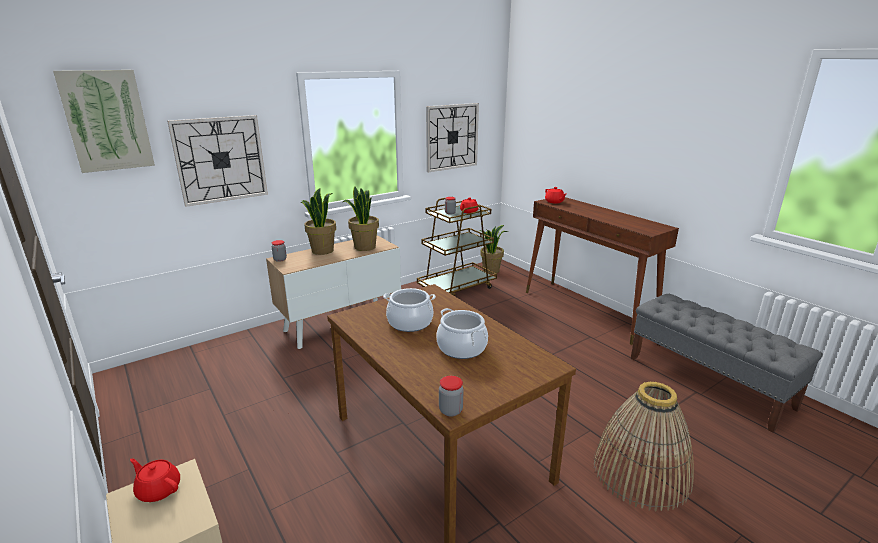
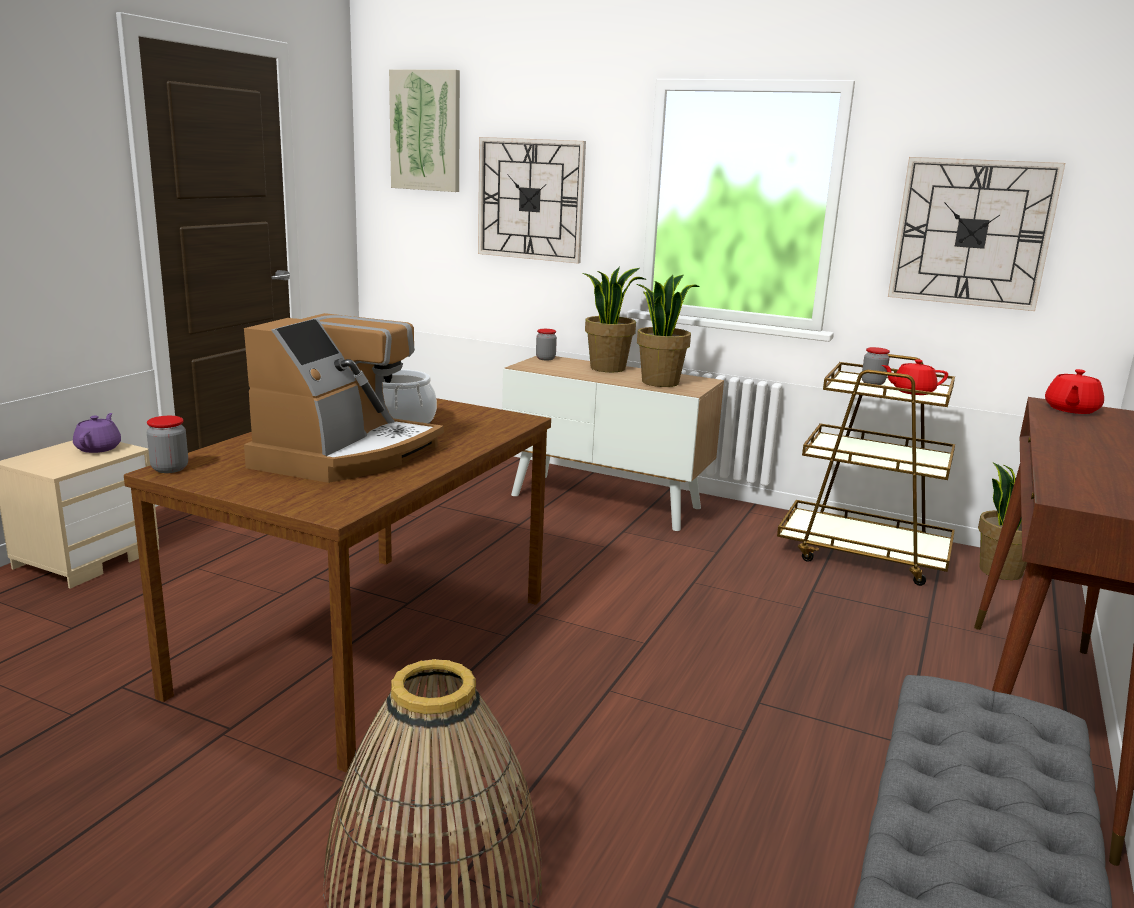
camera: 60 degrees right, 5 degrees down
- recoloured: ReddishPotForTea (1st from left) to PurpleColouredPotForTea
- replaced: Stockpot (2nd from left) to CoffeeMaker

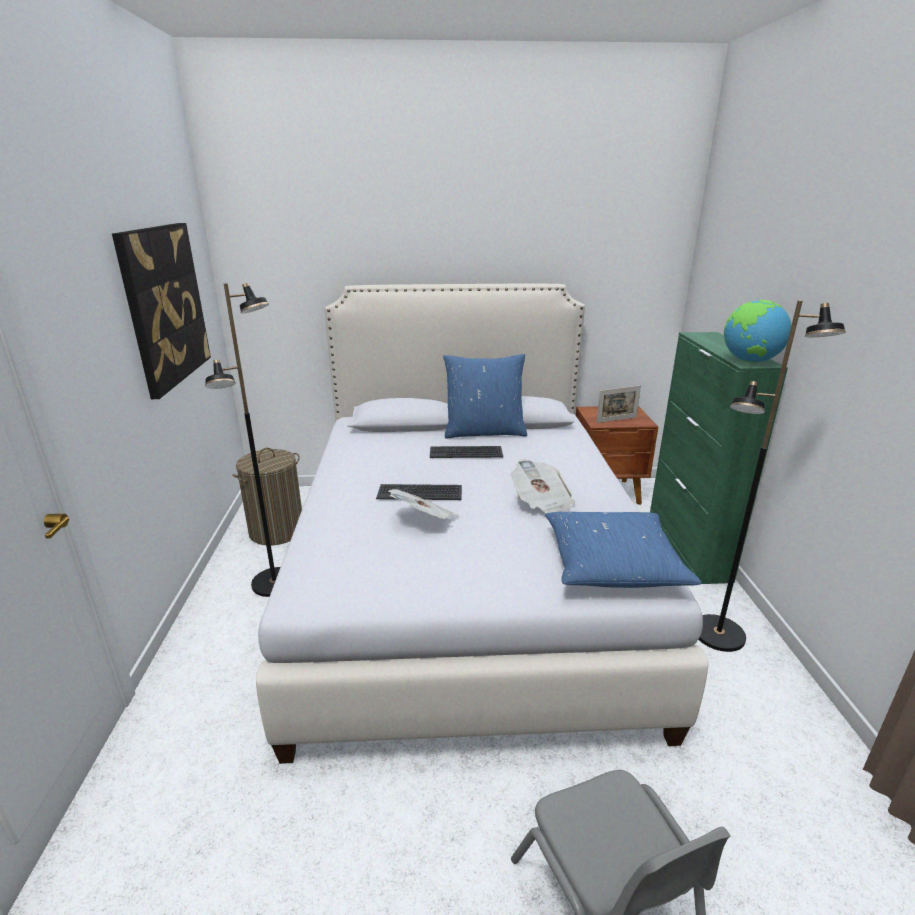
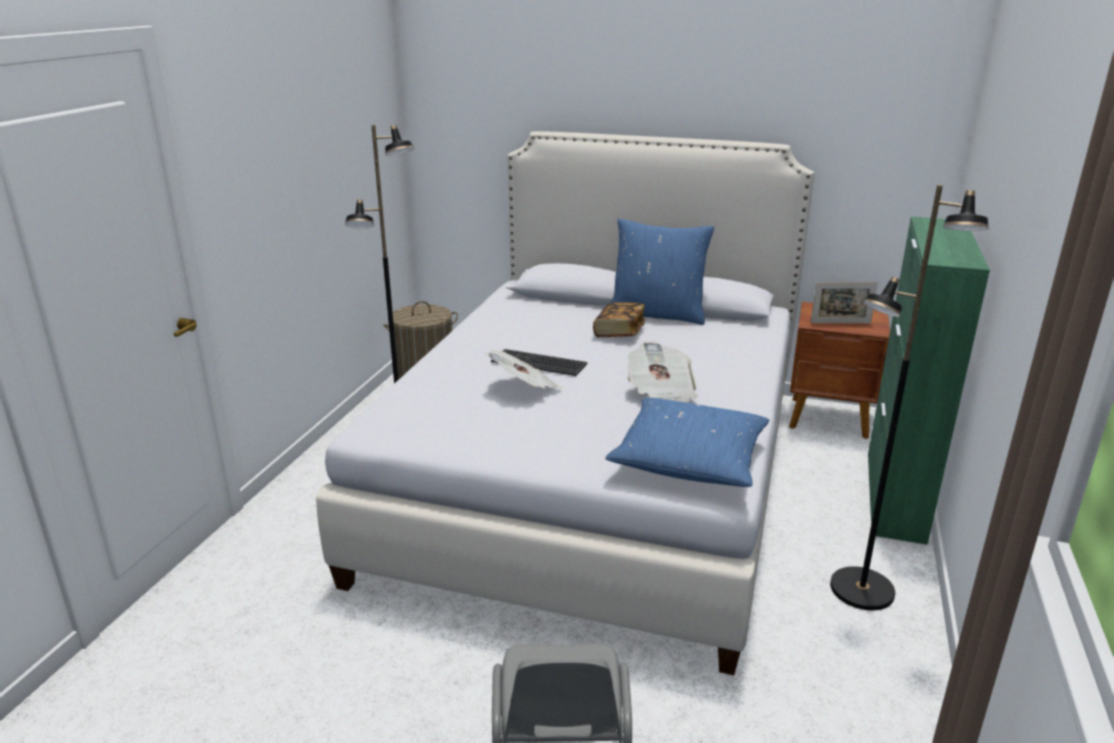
camera: 20 degrees right, 0 degrees up
- replaced: ComputerKeyboard (2nd from left) to Book
- removed: WallArt
- removed: DeskGlobe

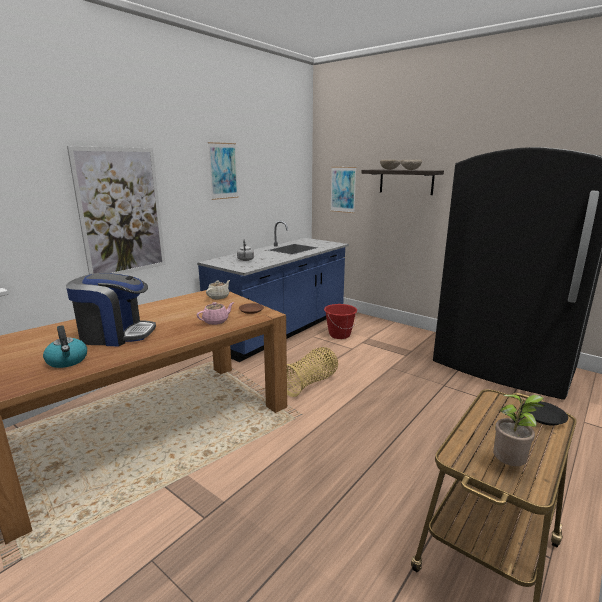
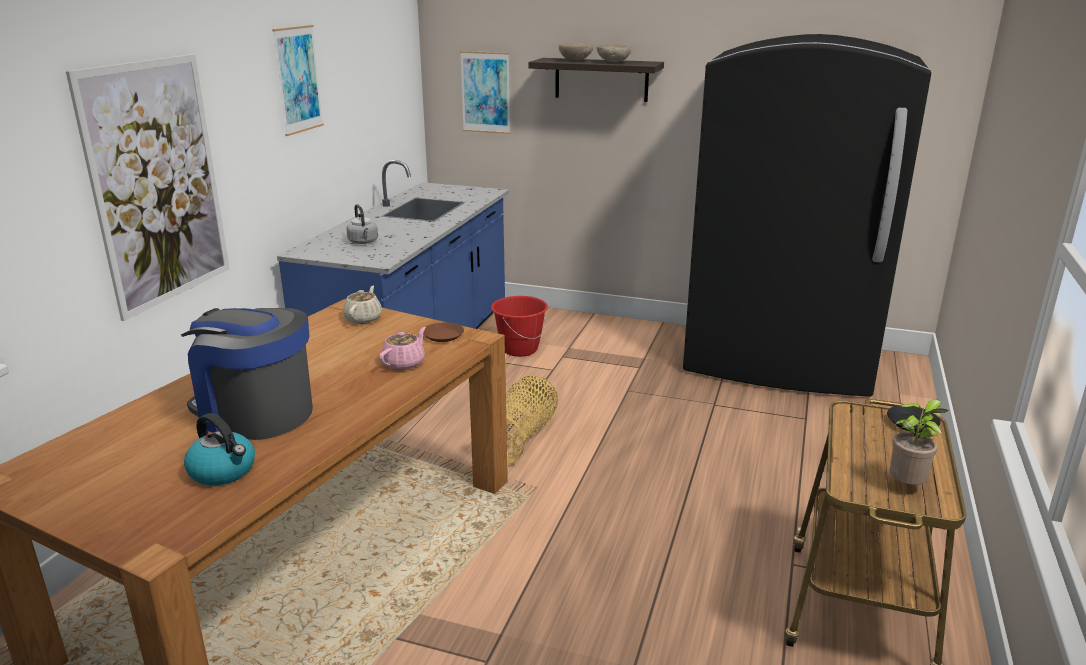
camera: 20 degrees left, 5 degrees up
- turned: CoffeeMaker 135 degrees counterclockwise

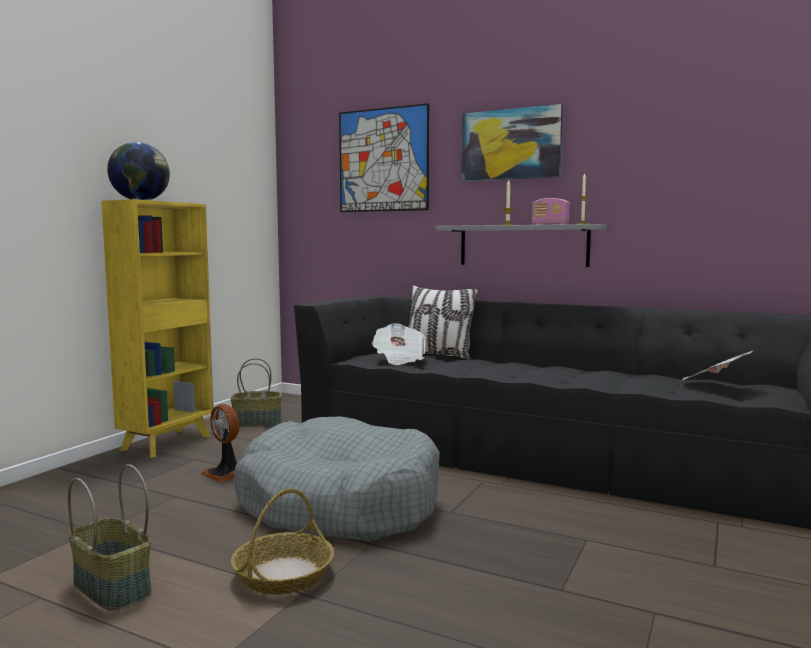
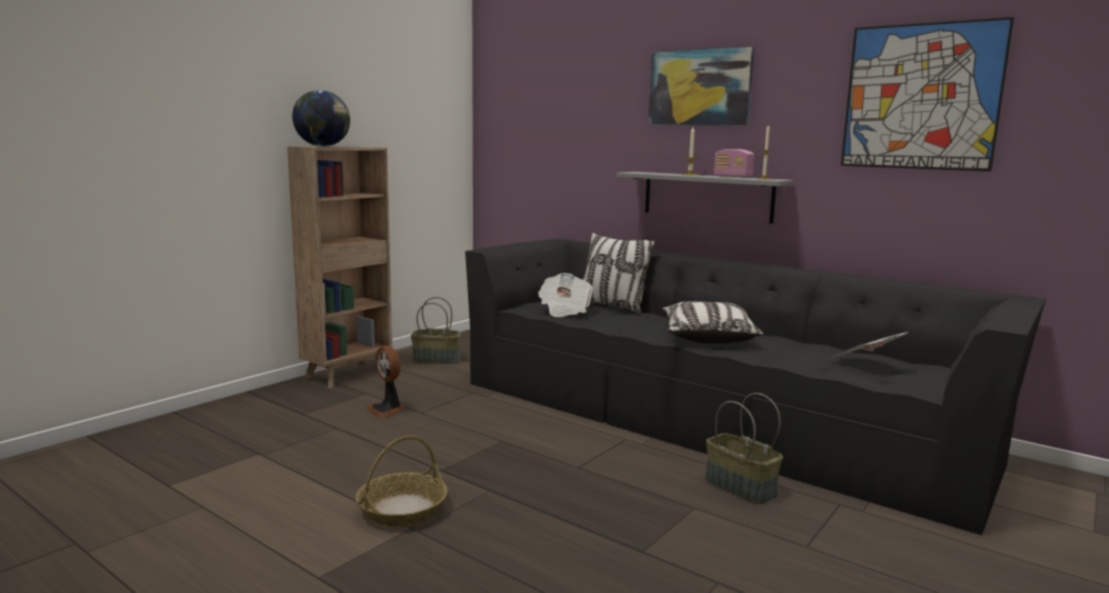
camera: 10 degrees right, 5 degrees up
- recoloured: YellowishBookcase to BrownColouredBookcase
- added: Cushion (2nd from left)
- moved: HouseholdBasket (1st from left in the first image) to HouseholdBasket (3rd from left)
- moved: WallArt (1st from left in the first image) to WallArt (2nd from left)
- removed: GrayDogBed

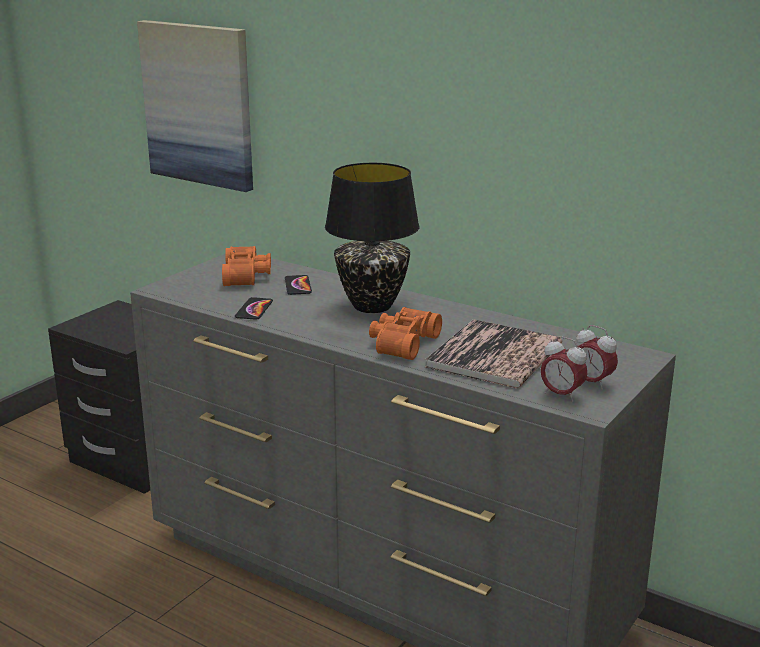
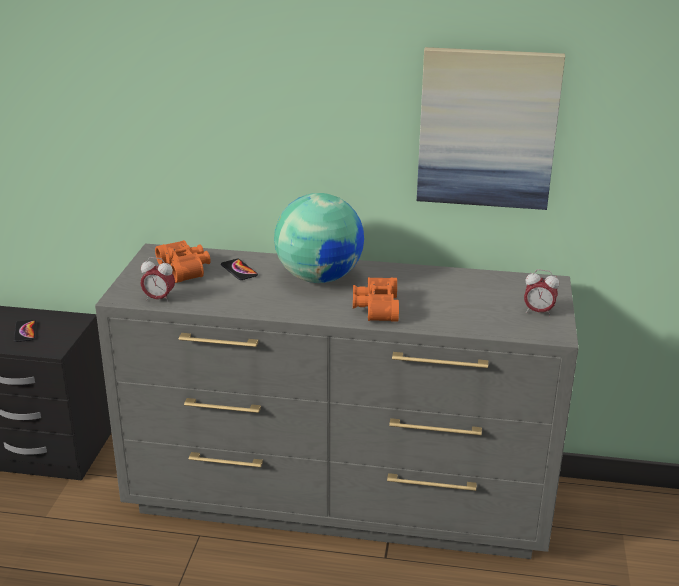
camera: 25 degrees left, 5 degrees up
- moved: Telephone (1st from left)
- moved: AlarmClock (1st from left)
- replaced: BlackishLampForATable to DeskGlobe
- moved: WallArt
- removed: Book

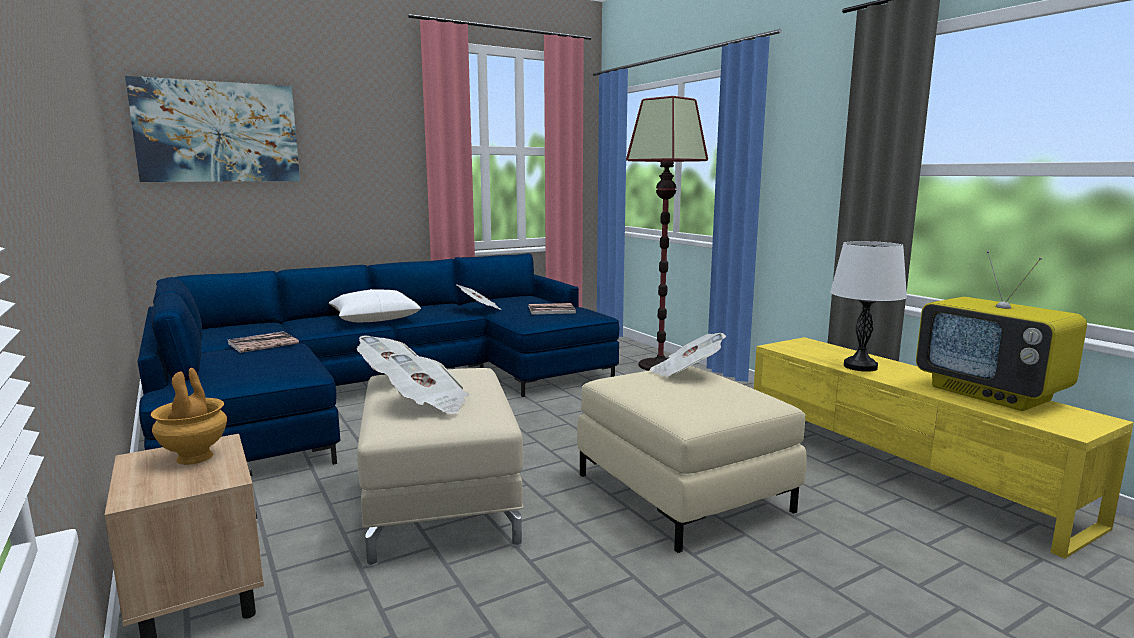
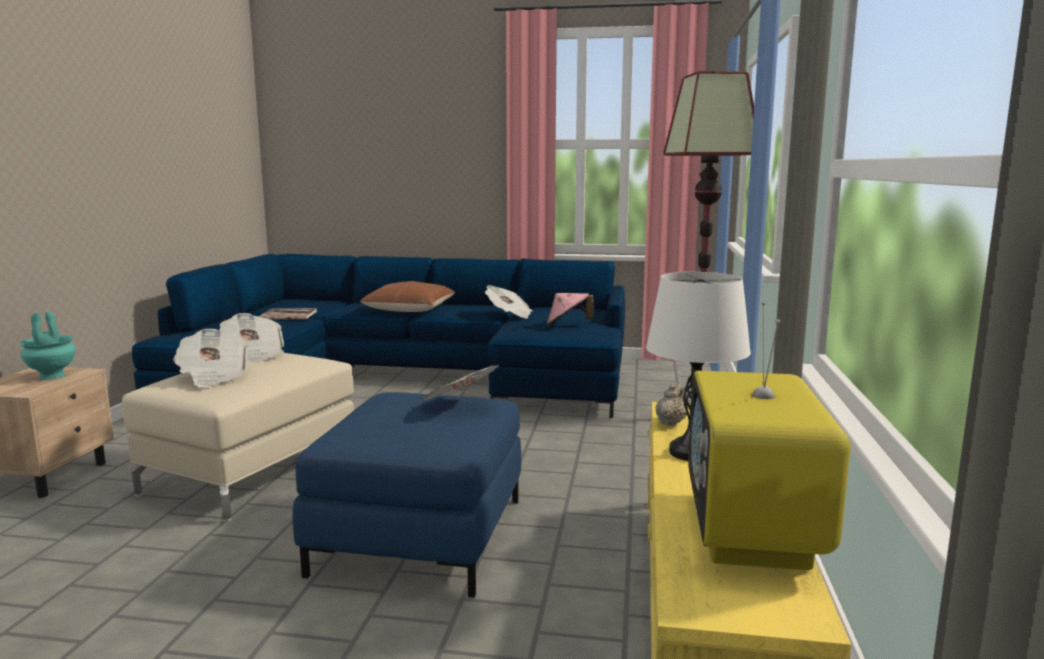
camera: 40 degrees right, 0 degrees up
- recoloured: BrownColouredVase to BlueGreenVase
- recoloured: BeigeColouredPouffe (2nd from left) to BluishPouffe
- recoloured: WhiteCushion to BrownColouredCushion
- replaced: Book (2nd from left) to PinkWearableHat
- added: BeigeColouredPotForTea
- removed: WallArt

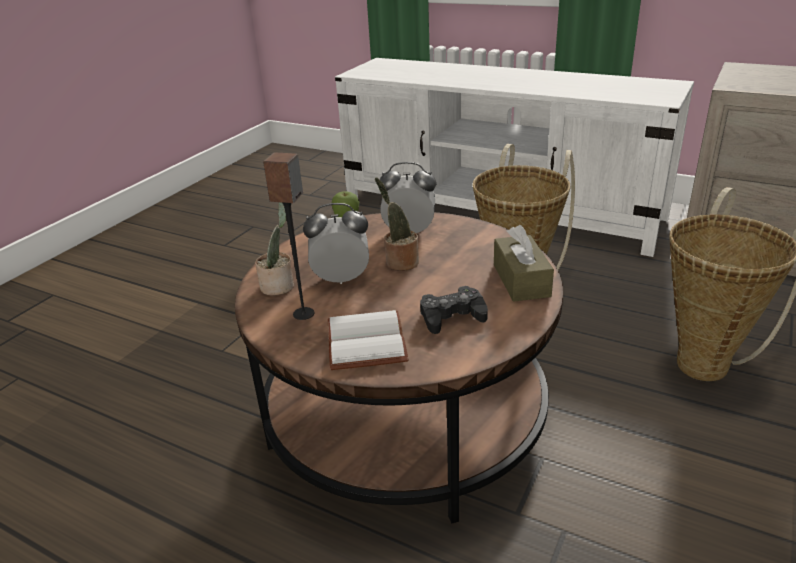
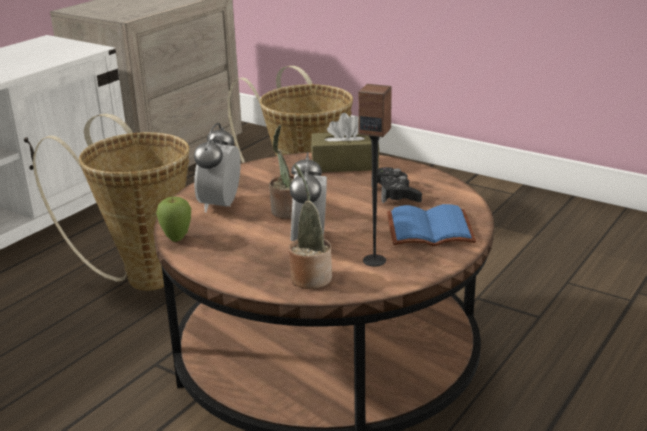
camera: 85 degrees left, 5 degrees down
- recoloured: WhiteBook to BluishBook

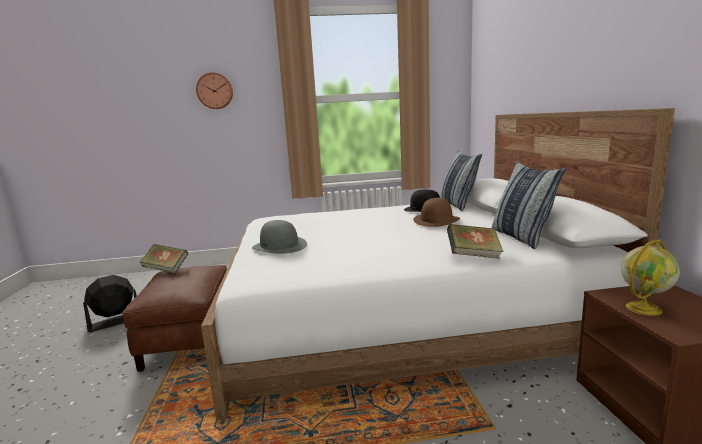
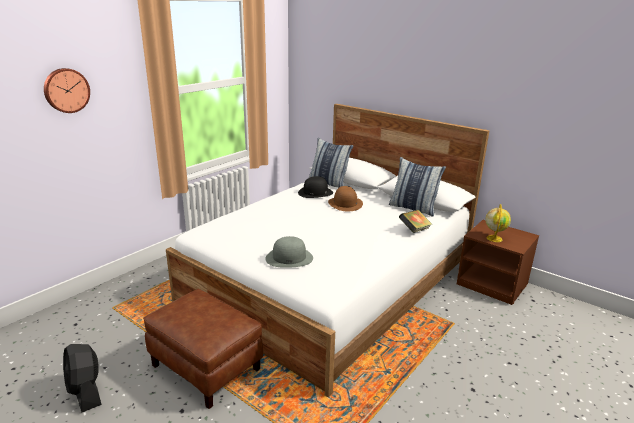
camera: 45 degrees left, 10 degrees up
- turned: BlackishFan 45 degrees counterclockwise
- removed: Book (1st from left)

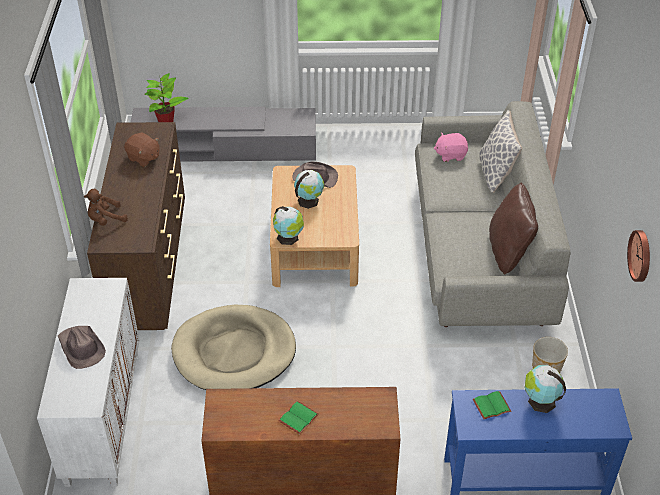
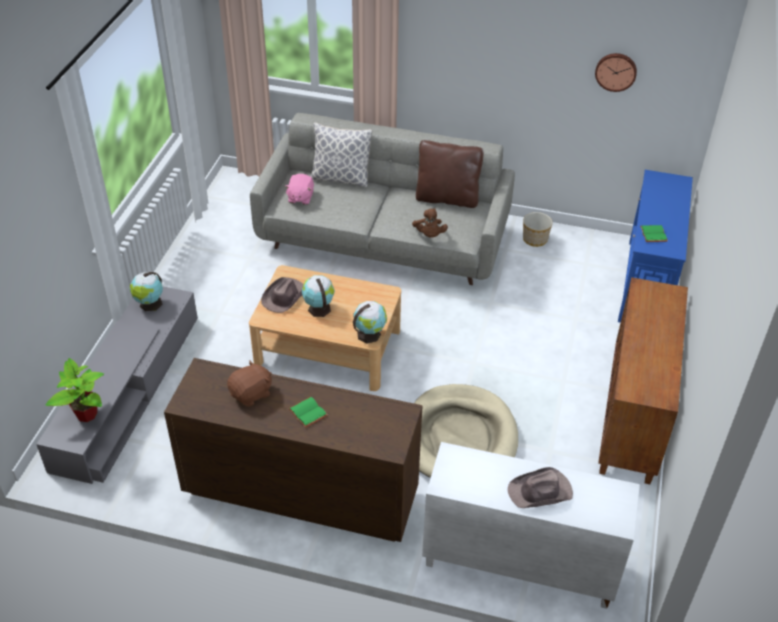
camera: 75 degrees left, 0 degrees up
- moved: DeskGlobe (3rd from left in the first image) to DeskGlobe (1st from left)
- moved: GreenBook (1st from left)
- moved: BrownColouredPlushToy (1st from left in the first image) to BrownColouredPlushToy (2nd from left)

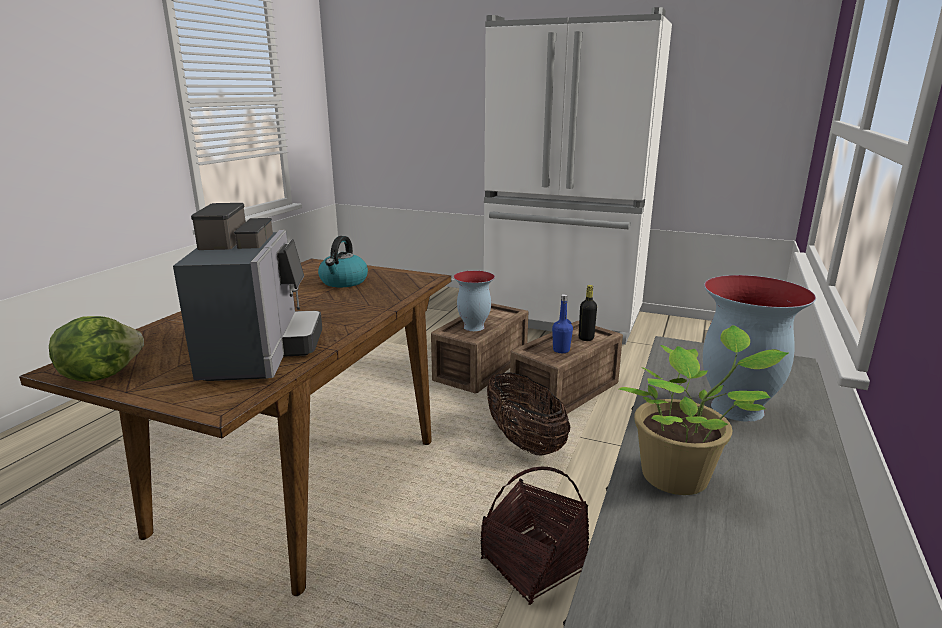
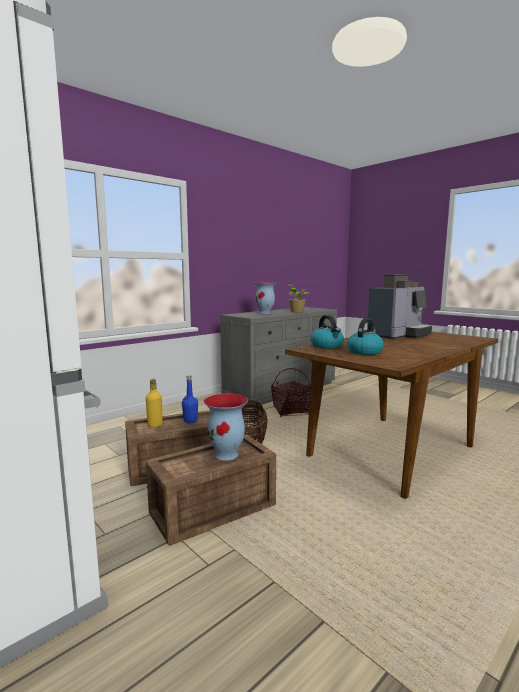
camera: 155 degrees left, 10 degrees down
- recoloured: BlackishBottle to YellowishBottle
- added: WaterKettle (1st from left)
- turned: CoffeeMaker 150 degrees counterclockwise
- removed: HeadOfLettuce

